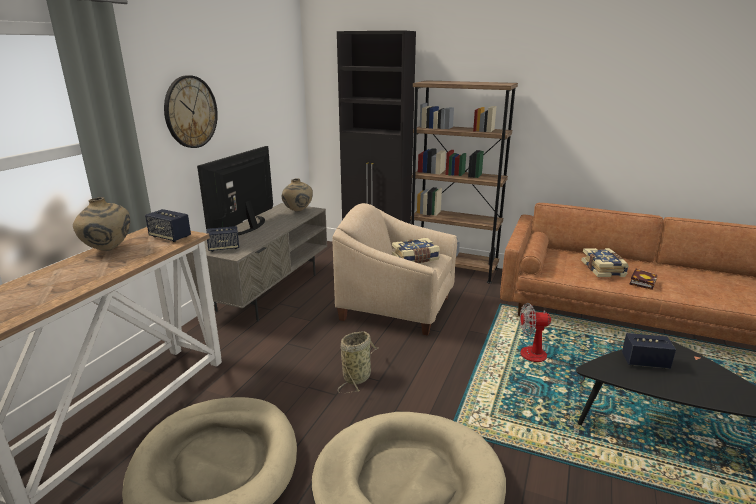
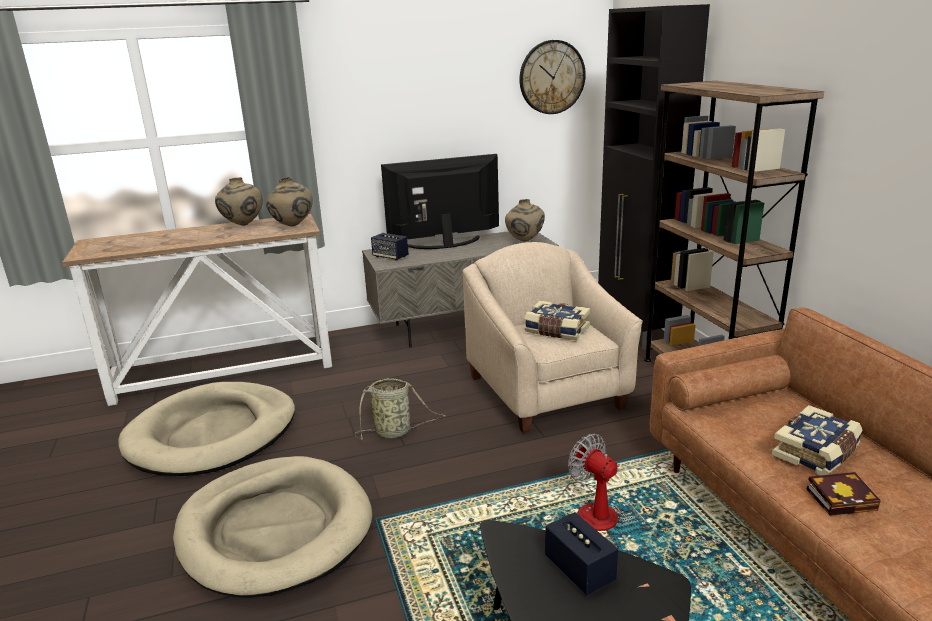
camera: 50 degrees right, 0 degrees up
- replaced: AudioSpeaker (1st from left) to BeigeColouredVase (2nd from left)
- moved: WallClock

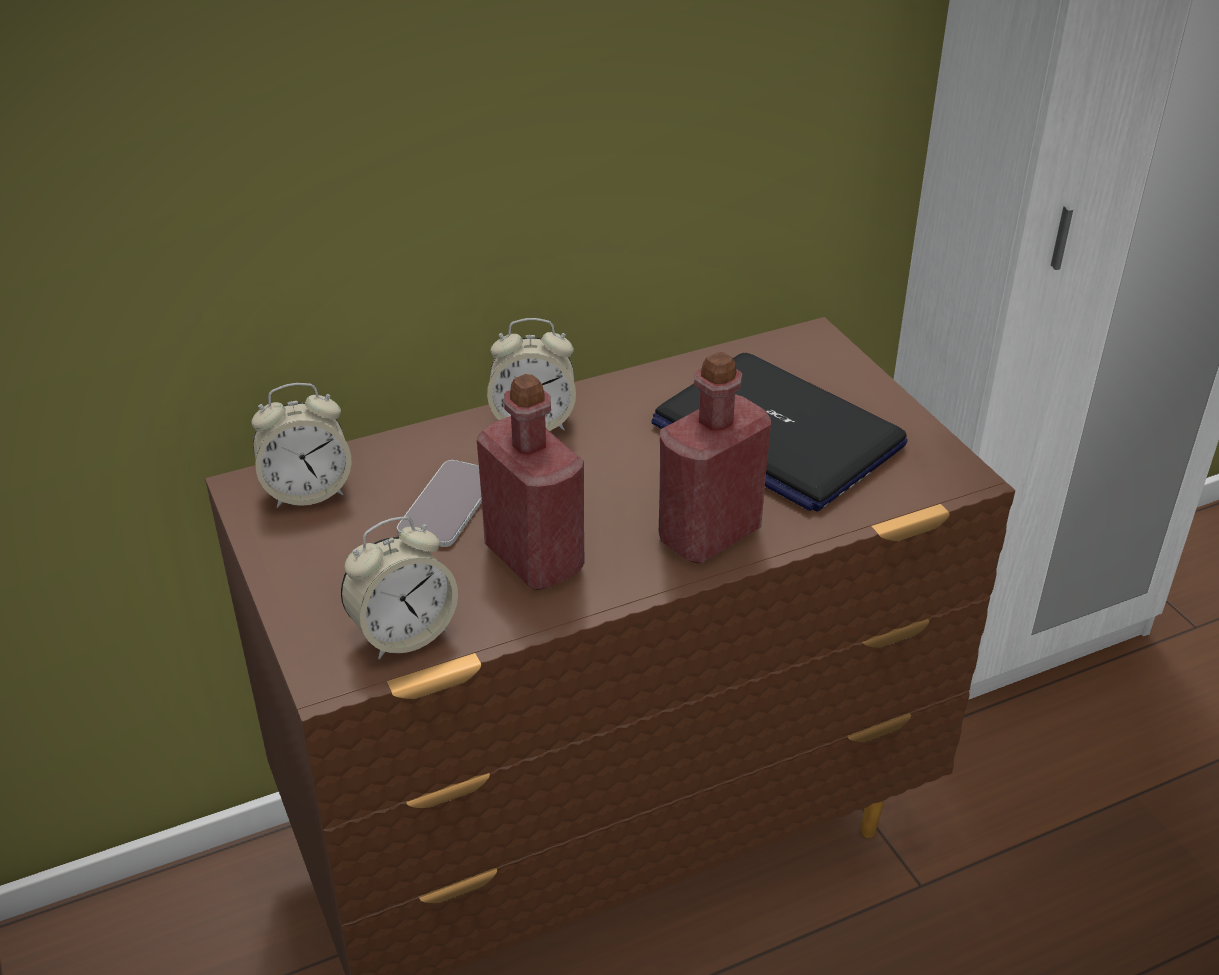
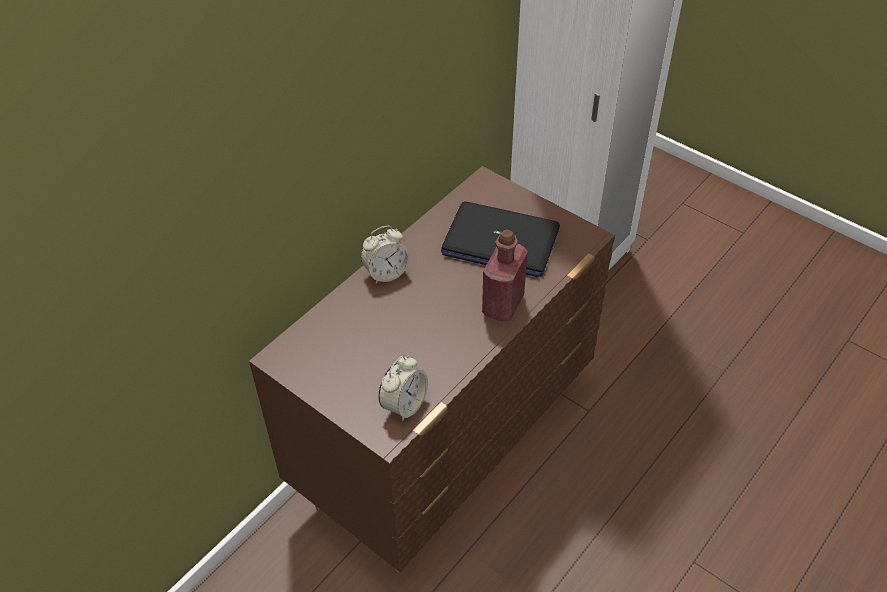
camera: 25 degrees left, 10 degrees up
- removed: AlarmClock (1st from left)
- removed: Telephone
- removed: ReddishBottle (1st from left)

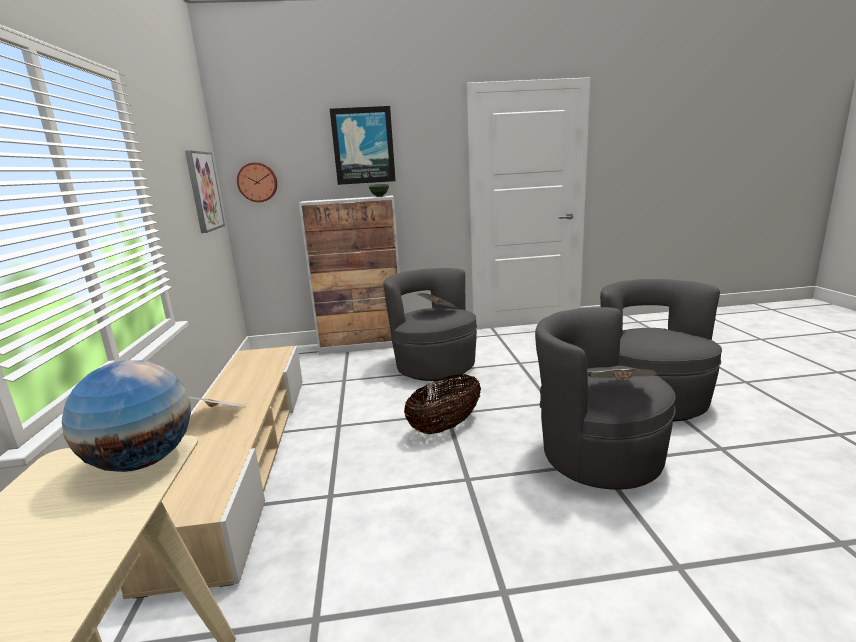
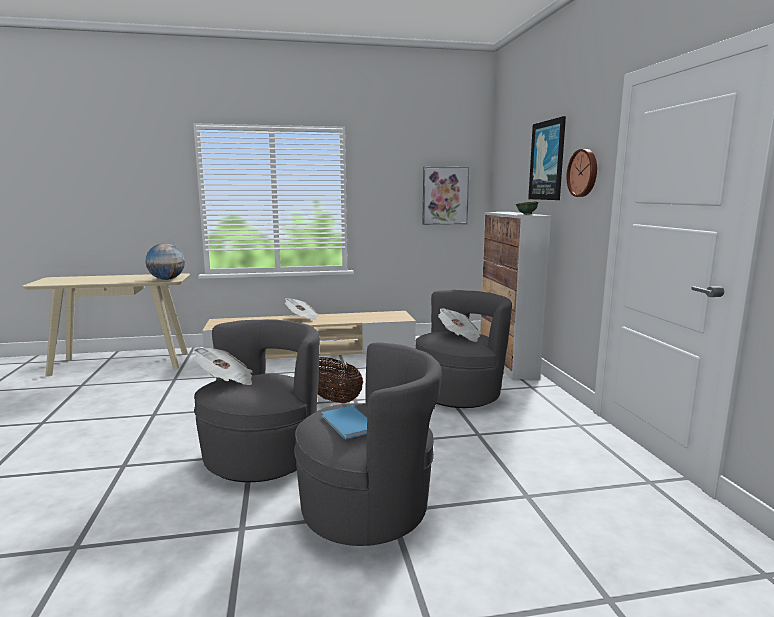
camera: 85 degrees right, 5 degrees down
- added: BluishBook
- moved: WallClock

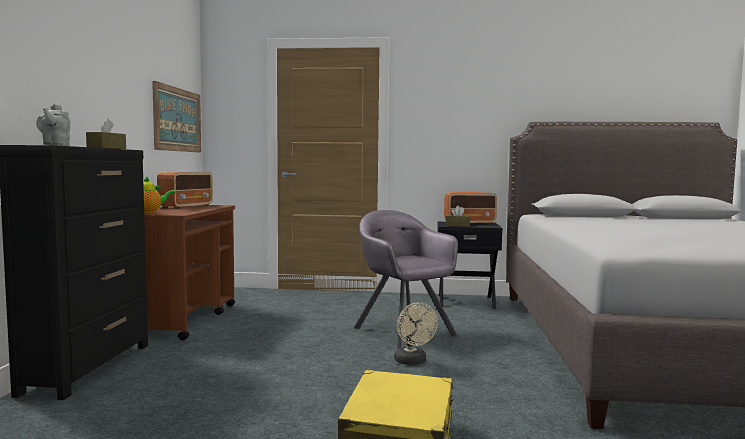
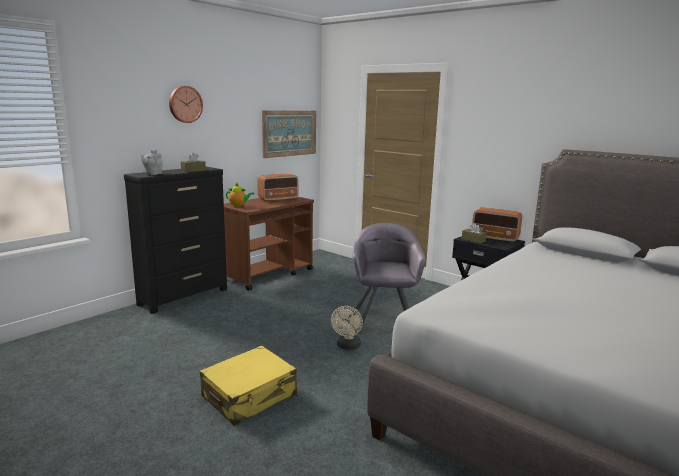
camera: 35 degrees right, 10 degrees up
- added: WallClock

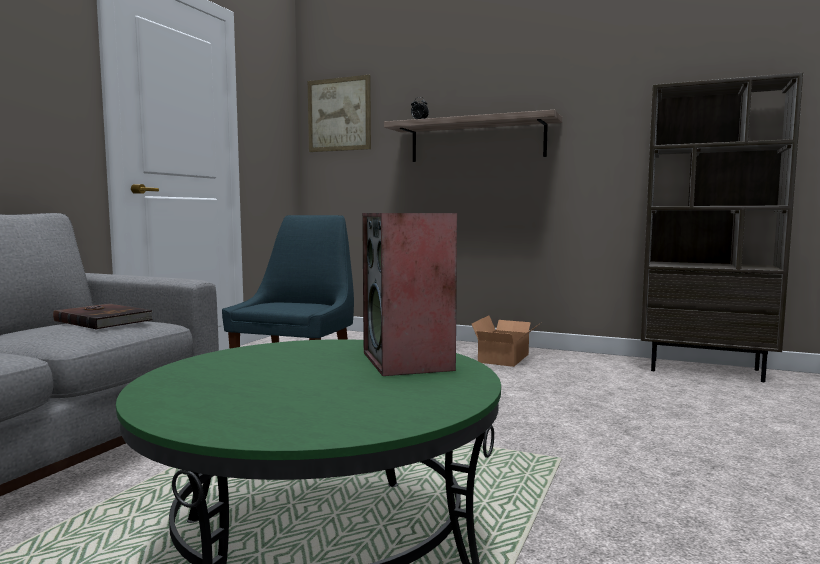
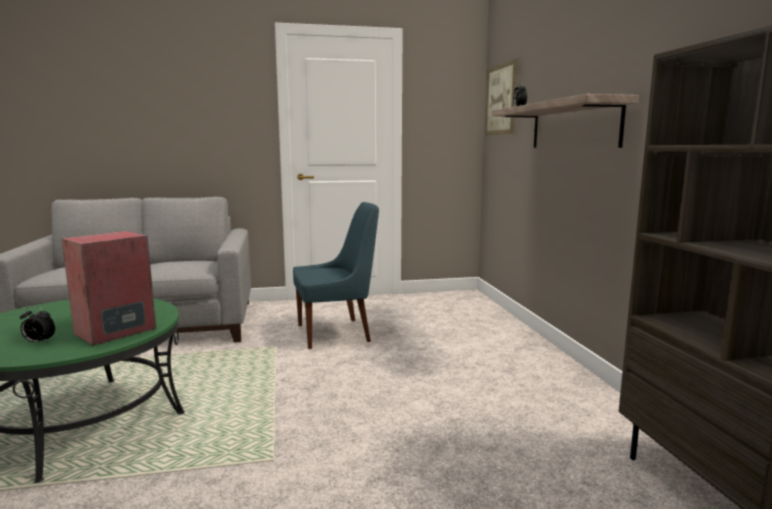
camera: 55 degrees right, 5 degrees up
- added: AlarmClock (1st from left)
- removed: BrownColouredBook
- removed: PackingBox

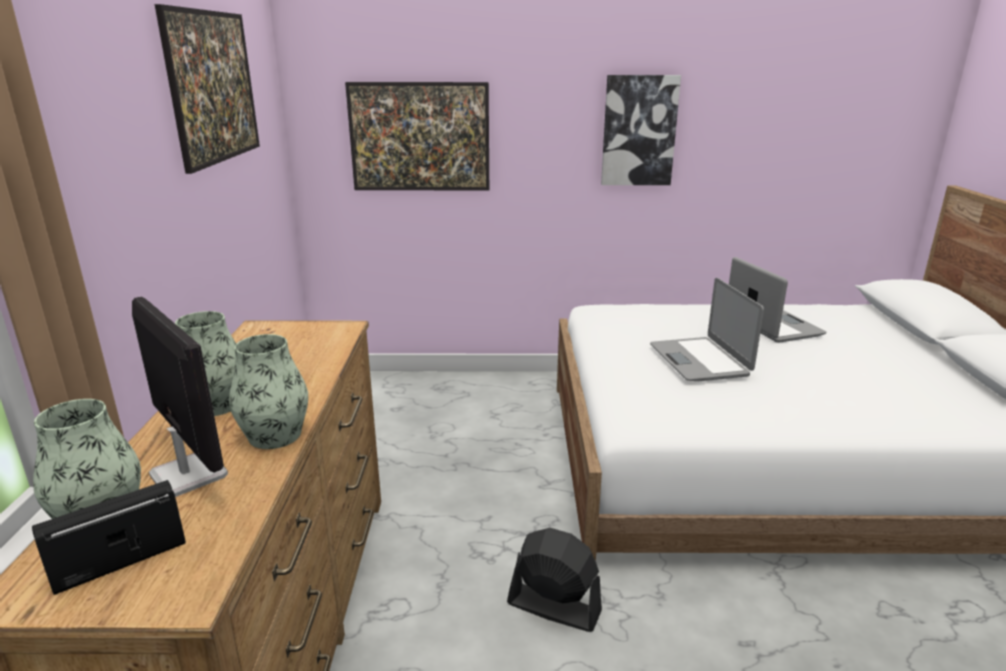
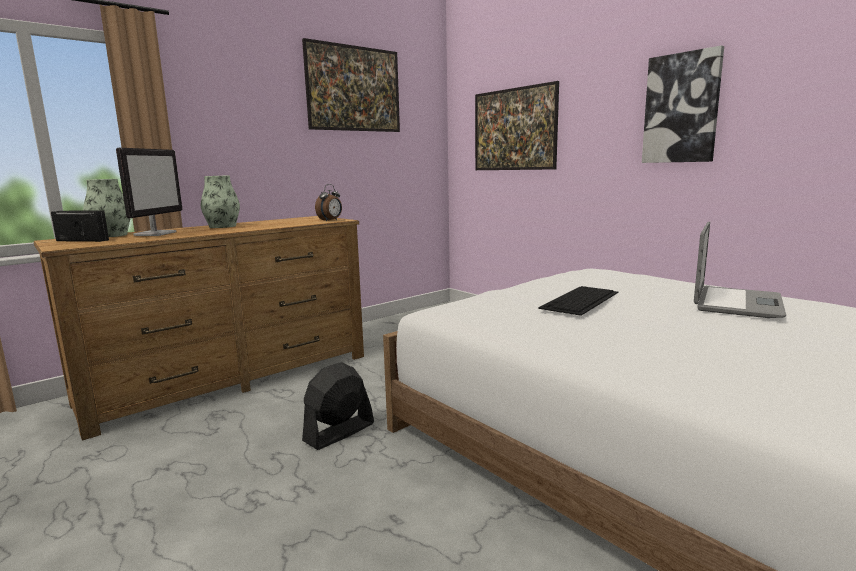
camera: 50 degrees right, 10 degrees down
- turned: BlackishFan 120 degrees counterclockwise
- added: AlarmClock
- replaced: PortableComputer (1st from left) to ComputerKeyboard
- removed: Vase (3rd from left)

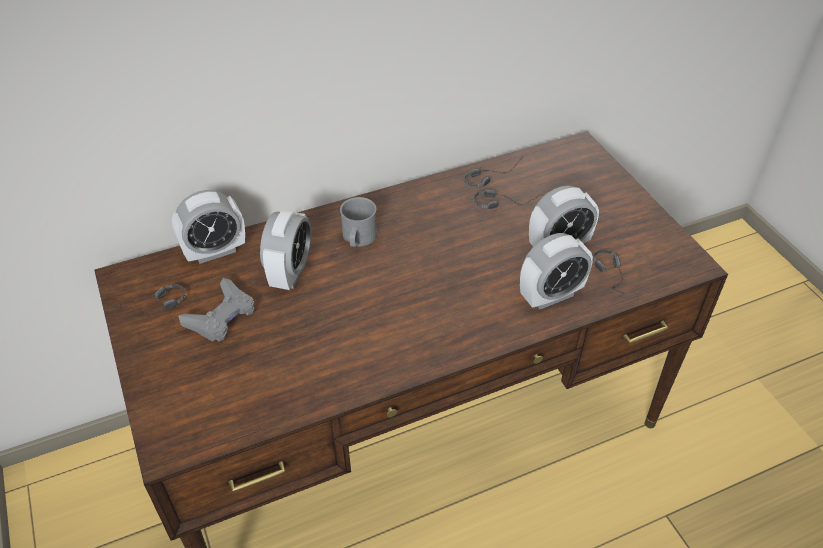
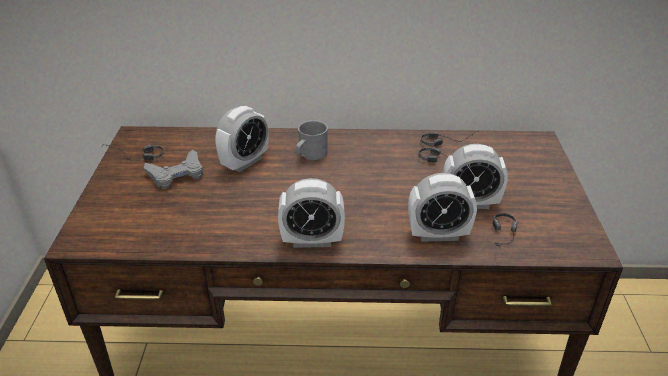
camera: 25 degrees right, 10 degrees down
- moved: AlarmClock (1st from left in the first image) to AlarmClock (2nd from left)

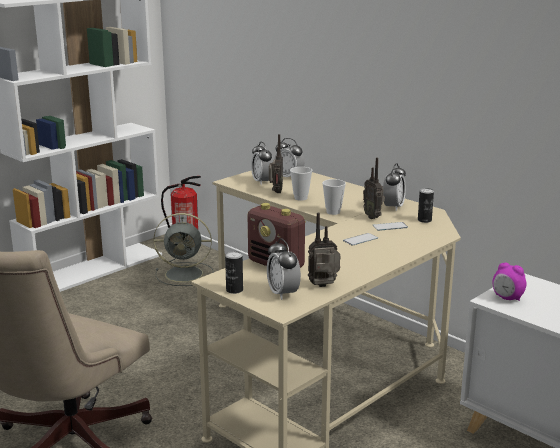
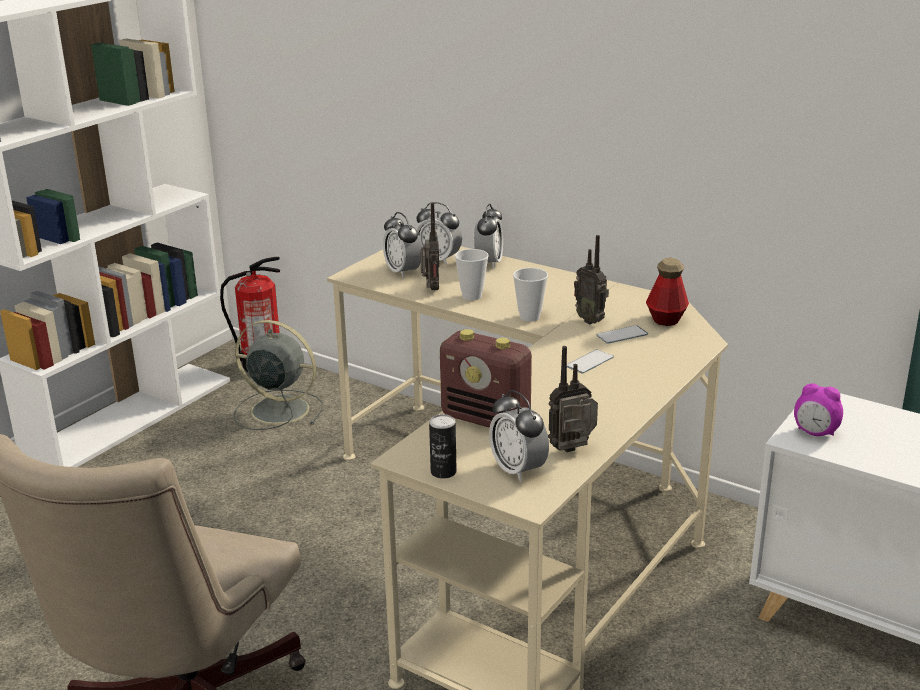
camera: 10 degrees left, 5 degrees up
- turned: GrayFan 150 degrees counterclockwise
- moved: AlarmClock (4th from left in the first image) to AlarmClock (3rd from left)
- replaced: Can (2nd from left) to Bottle

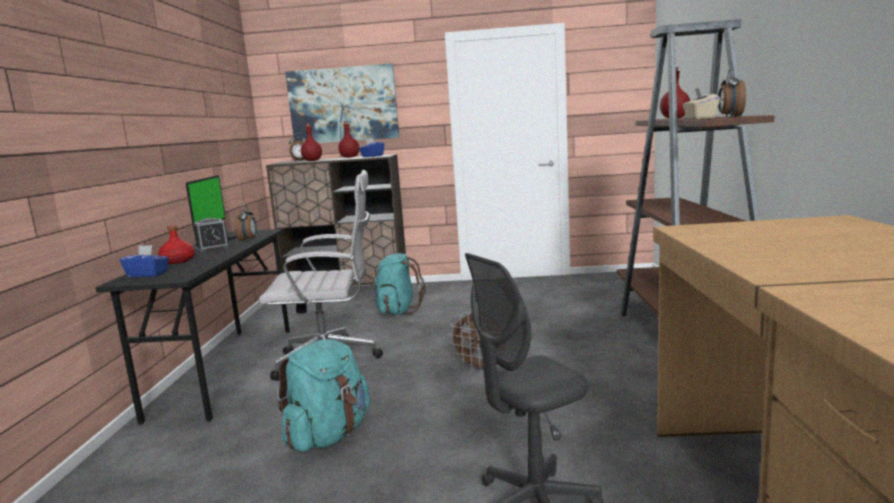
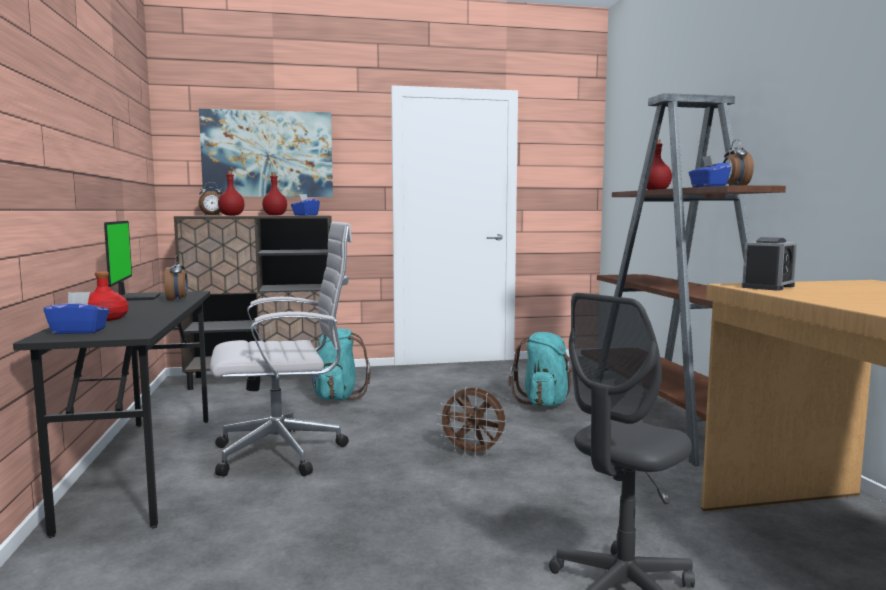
camera: 15 degrees left, 5 degrees down
- moved: BlueGreenBackpack (1st from left in the first image) to BlueGreenBackpack (2nd from left)
- recoloured: BeigeColouredTissueHolder to BluishTissueHolder (3rd from left)
- moved: AlarmClock (1st from left in the first image) to AlarmClock (4th from left)

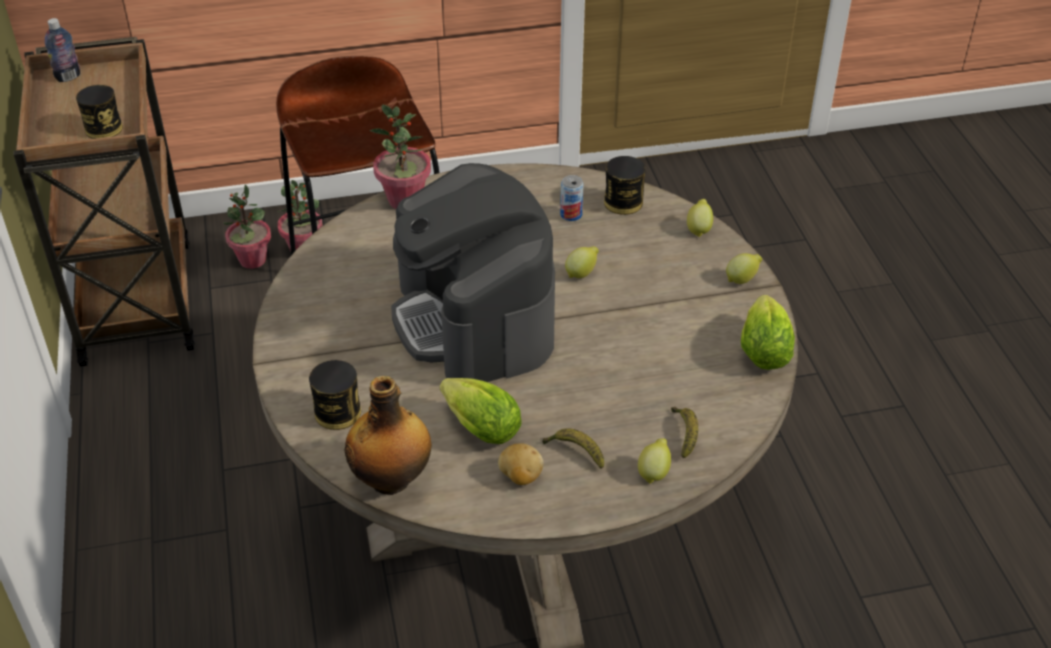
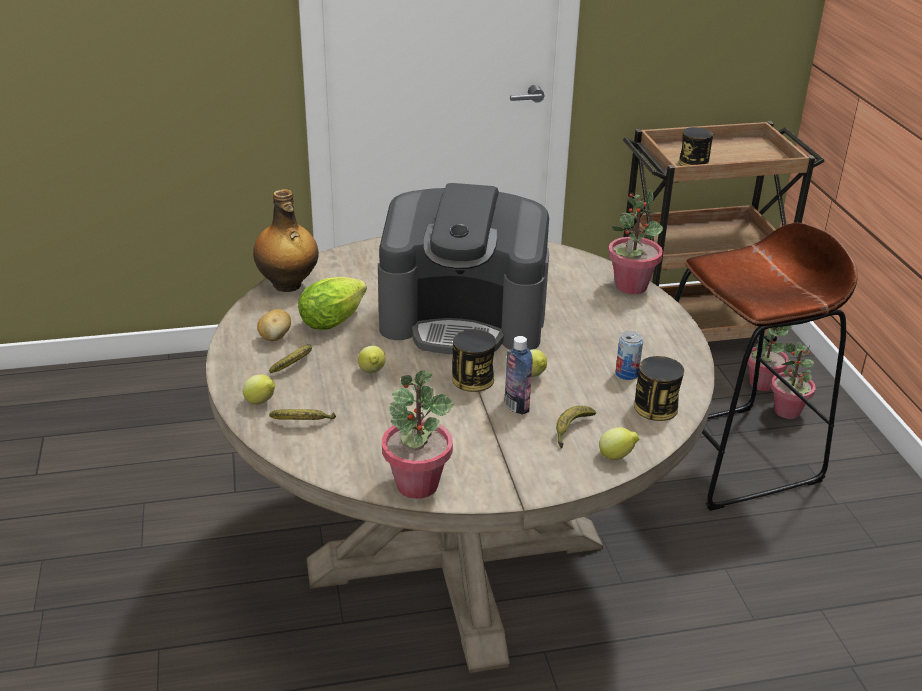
camera: 90 degrees right, 10 degrees down
- moved: Lemon (4th from left in the first image) to Lemon (2nd from left)
- turned: CoffeeMaker 150 degrees counterclockwise
- replaced: HeadOfLettuce (2nd from left) to PlantInAPot (1st from left)
- moved: Can (2nd from left in the first image) to Can (1st from left)
- moved: Bottle (1st from left in the first image) to Bottle (2nd from left)
- added: WholeBanana (3rd from left)

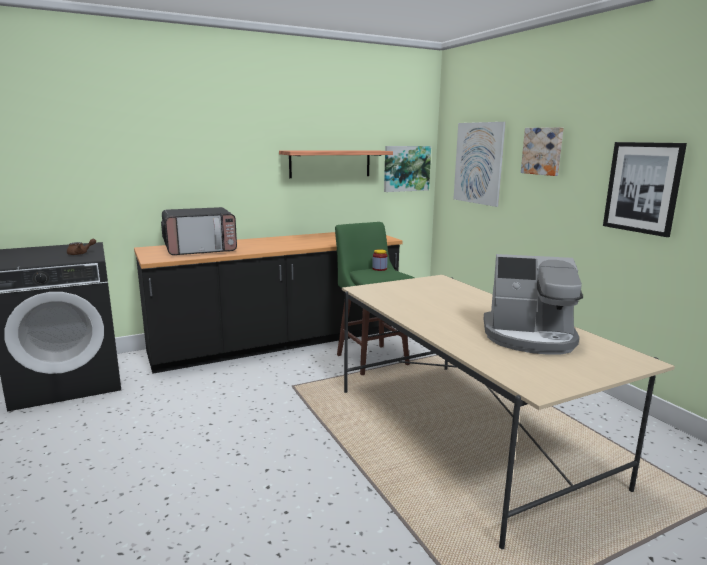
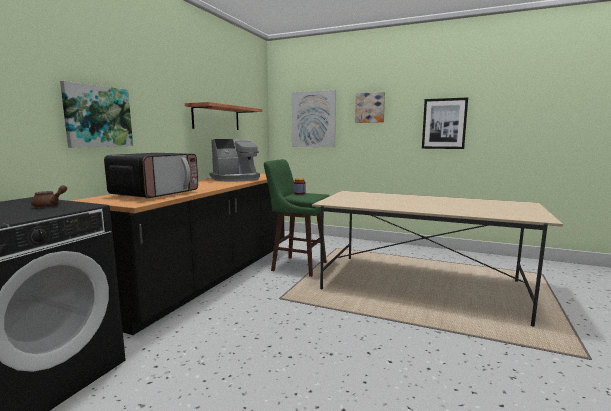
camera: 40 degrees left, 5 degrees down
- moved: WallArt (1st from left)
- moved: CoffeeMaker

